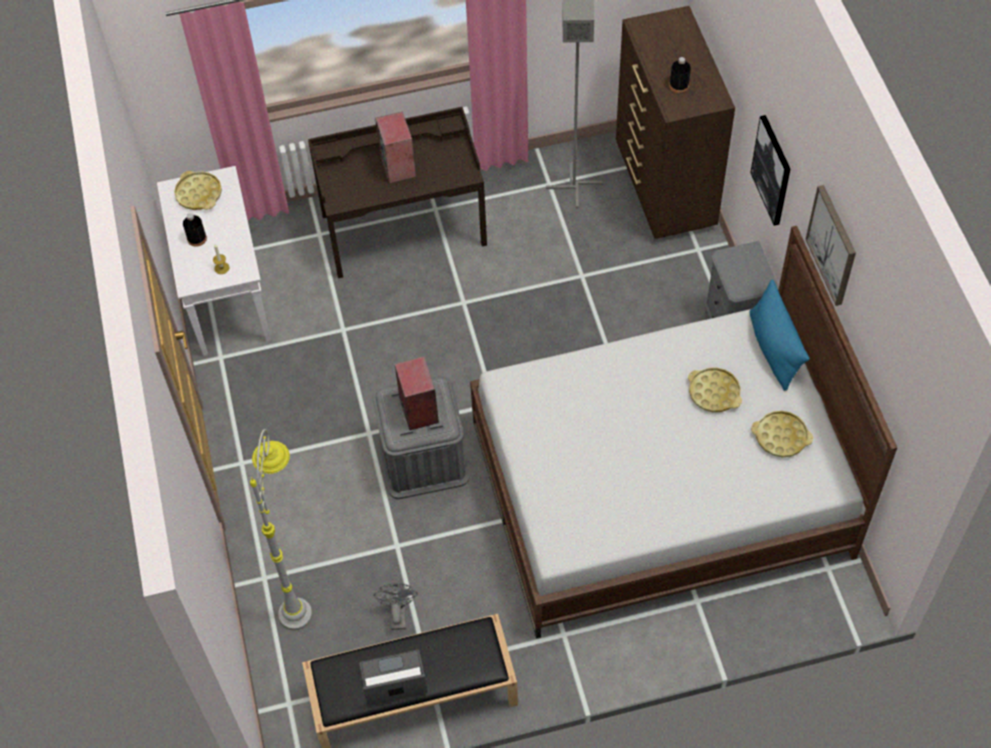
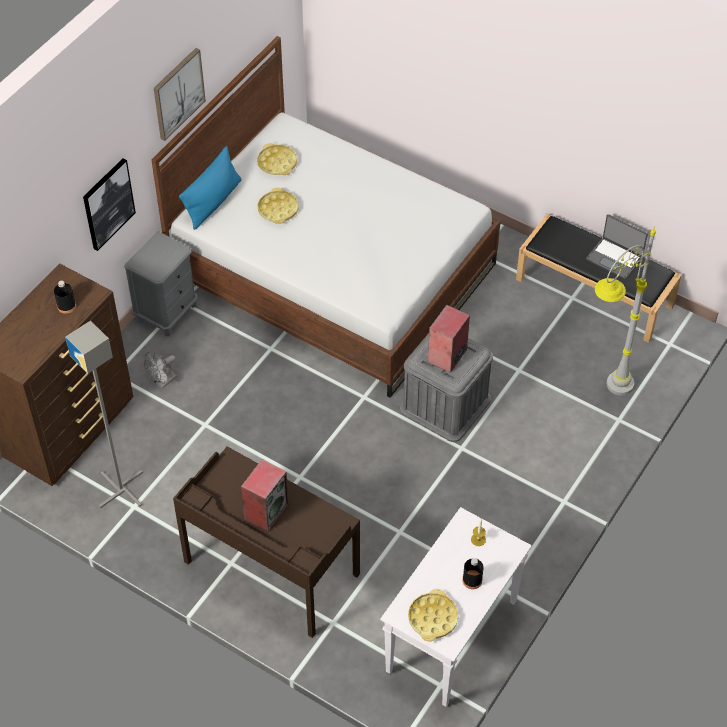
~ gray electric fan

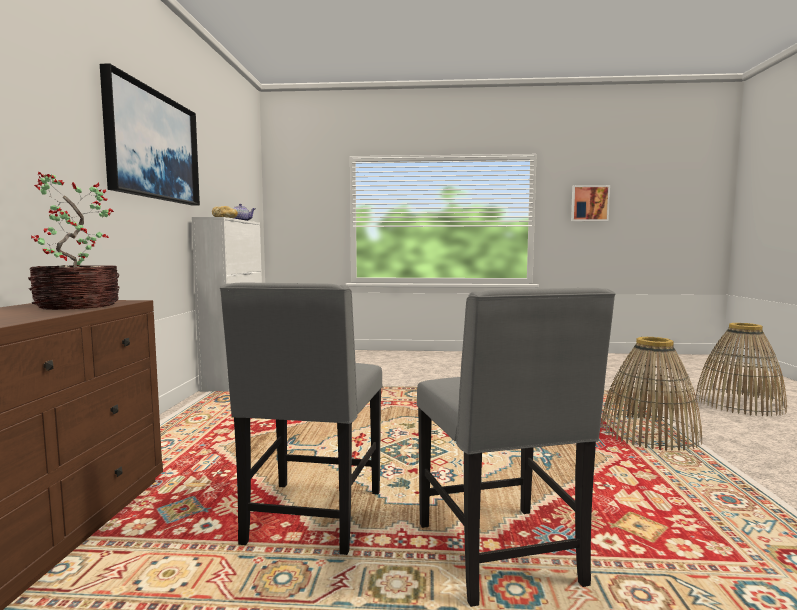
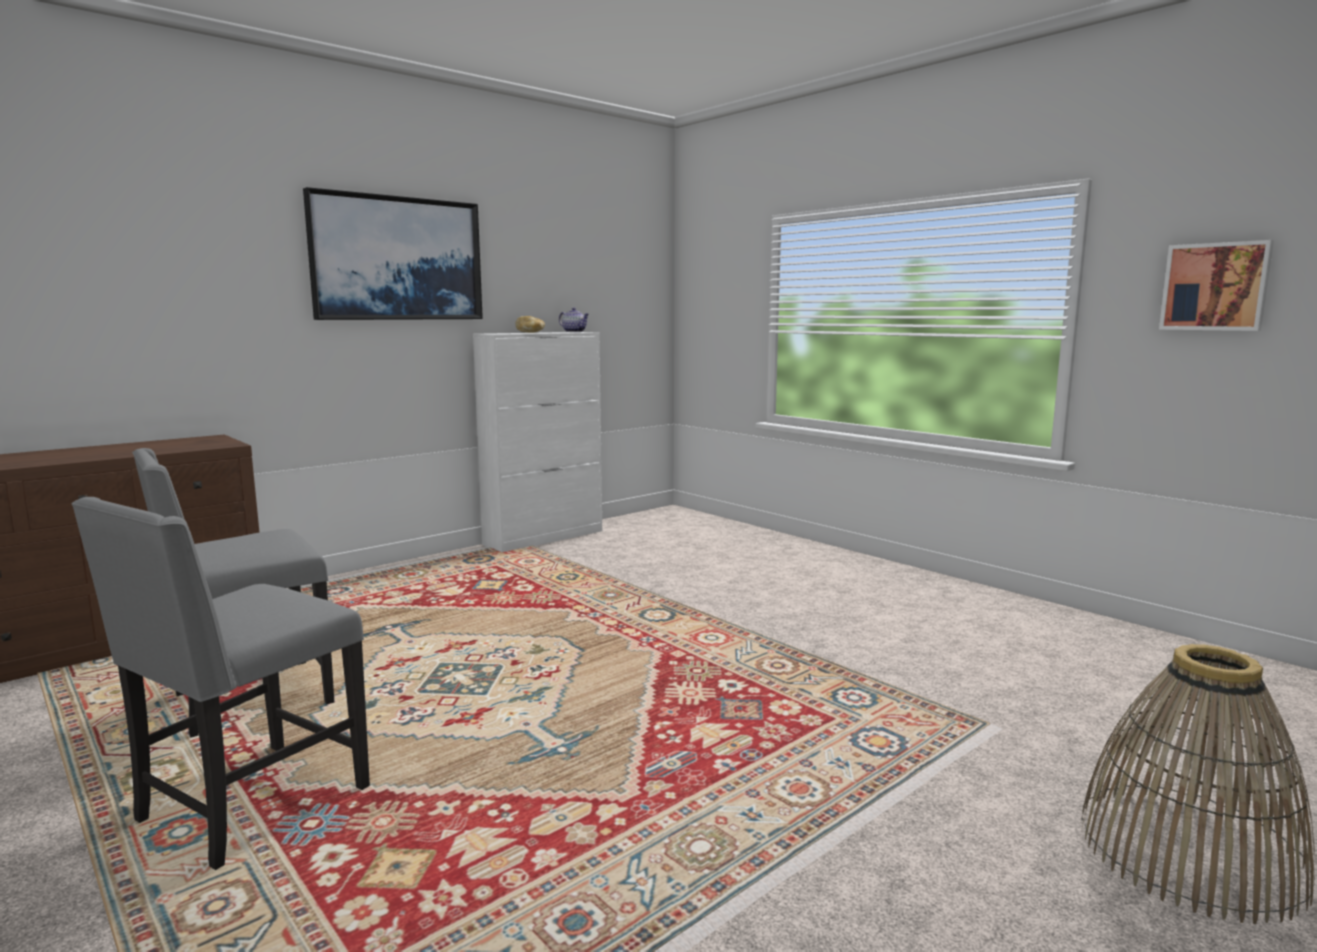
- potted plant
- basket (no. 1 from left)

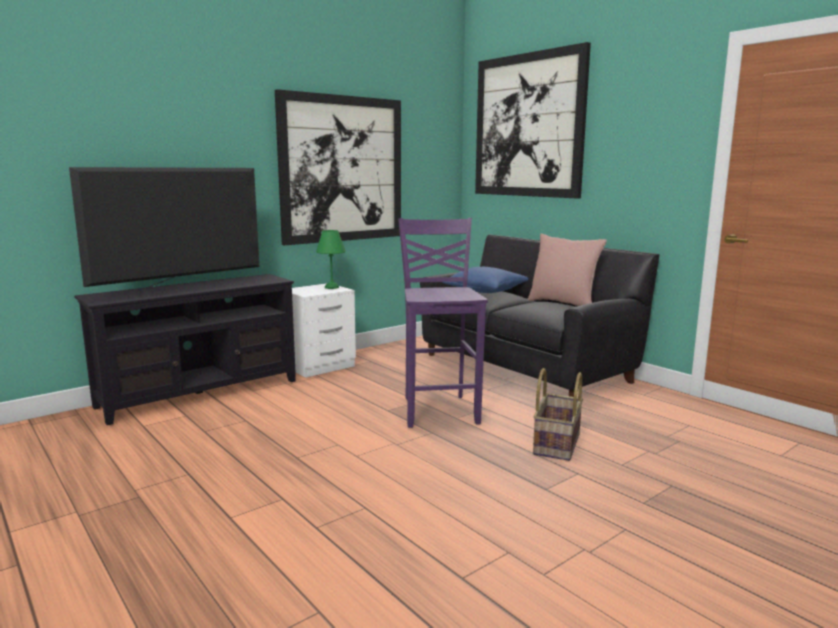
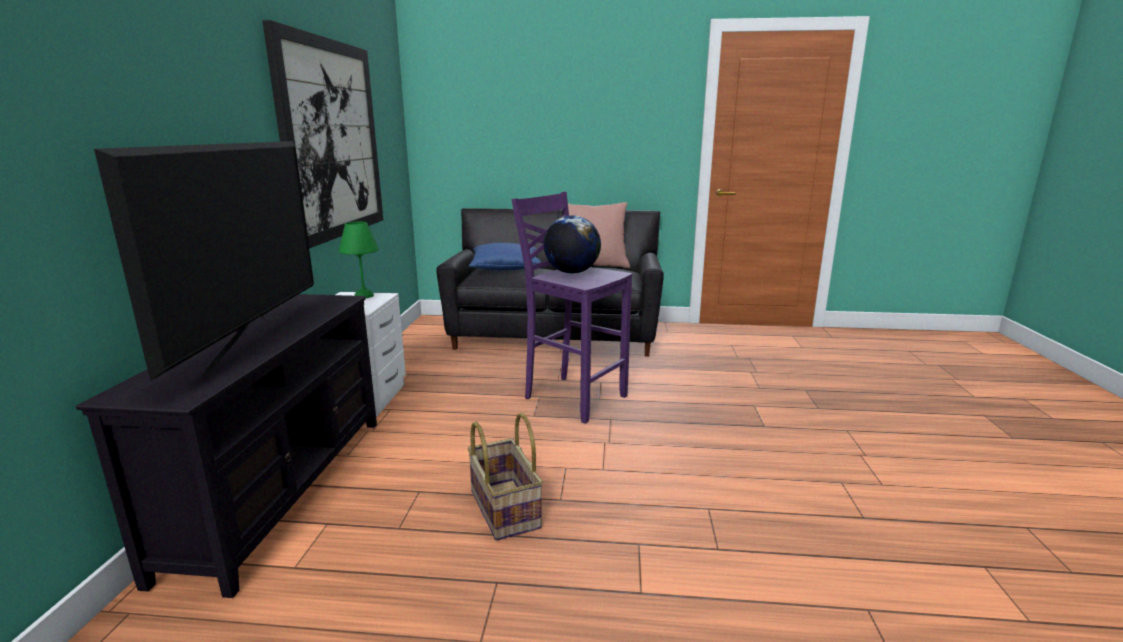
~ basket
+ desk globe
- wall art (no. 2 from left)

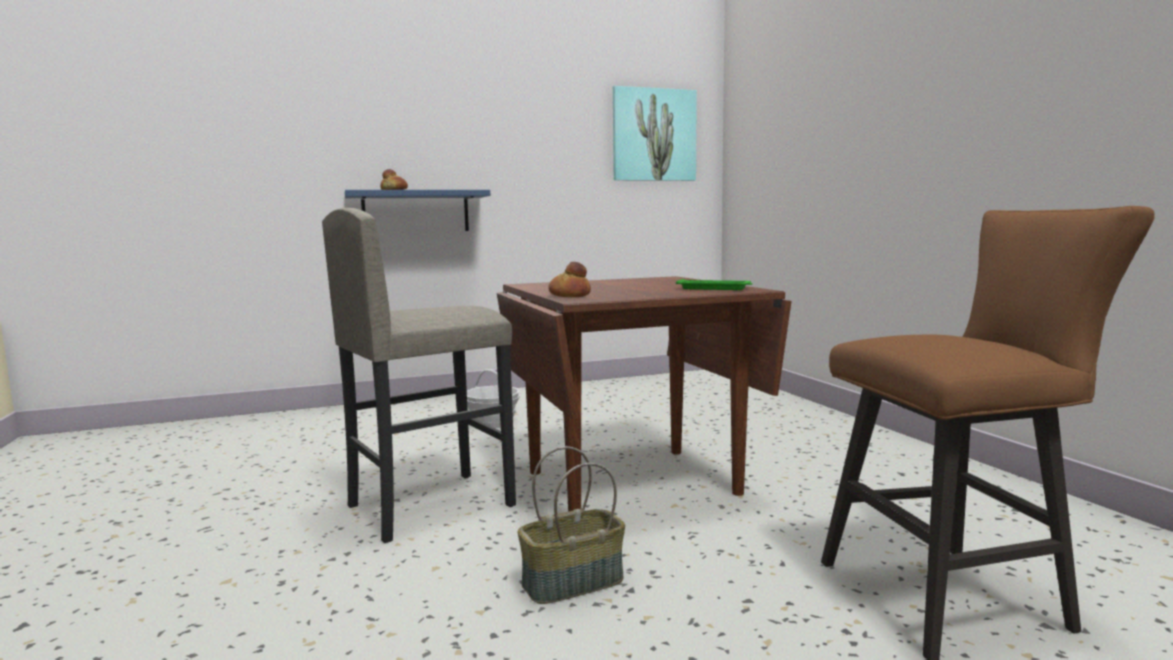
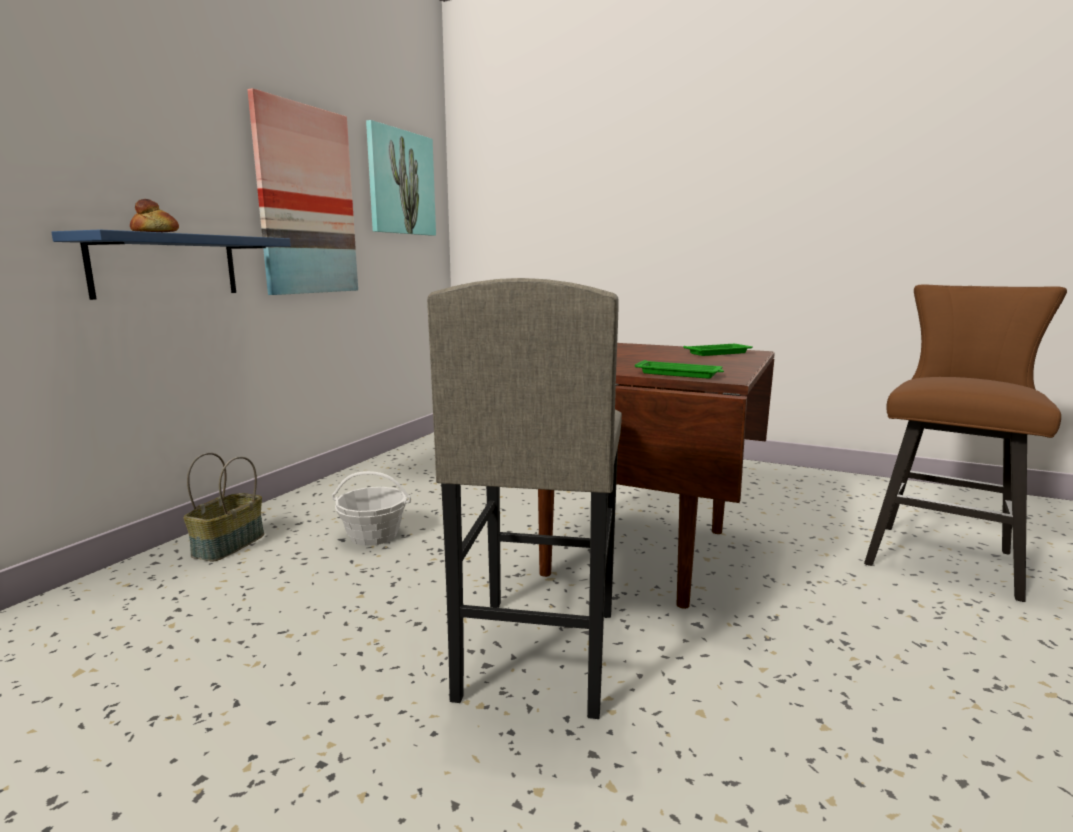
~ basket (no. 2 from left in the first image) to basket (no. 1 from left)
+ wall art (no. 1 from left)
~ bread (no. 2 from left) to green carrying tray (no. 1 from left)

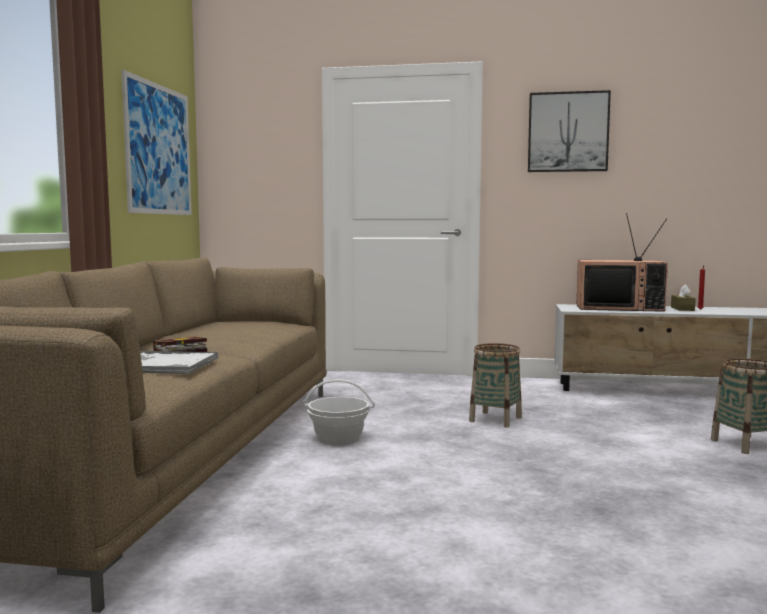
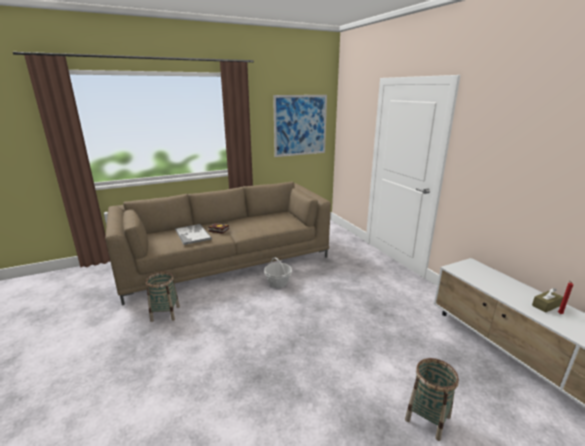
~ basket (no. 2 from left in the first image) to basket (no. 1 from left)
- wall art (no. 2 from left)
- television

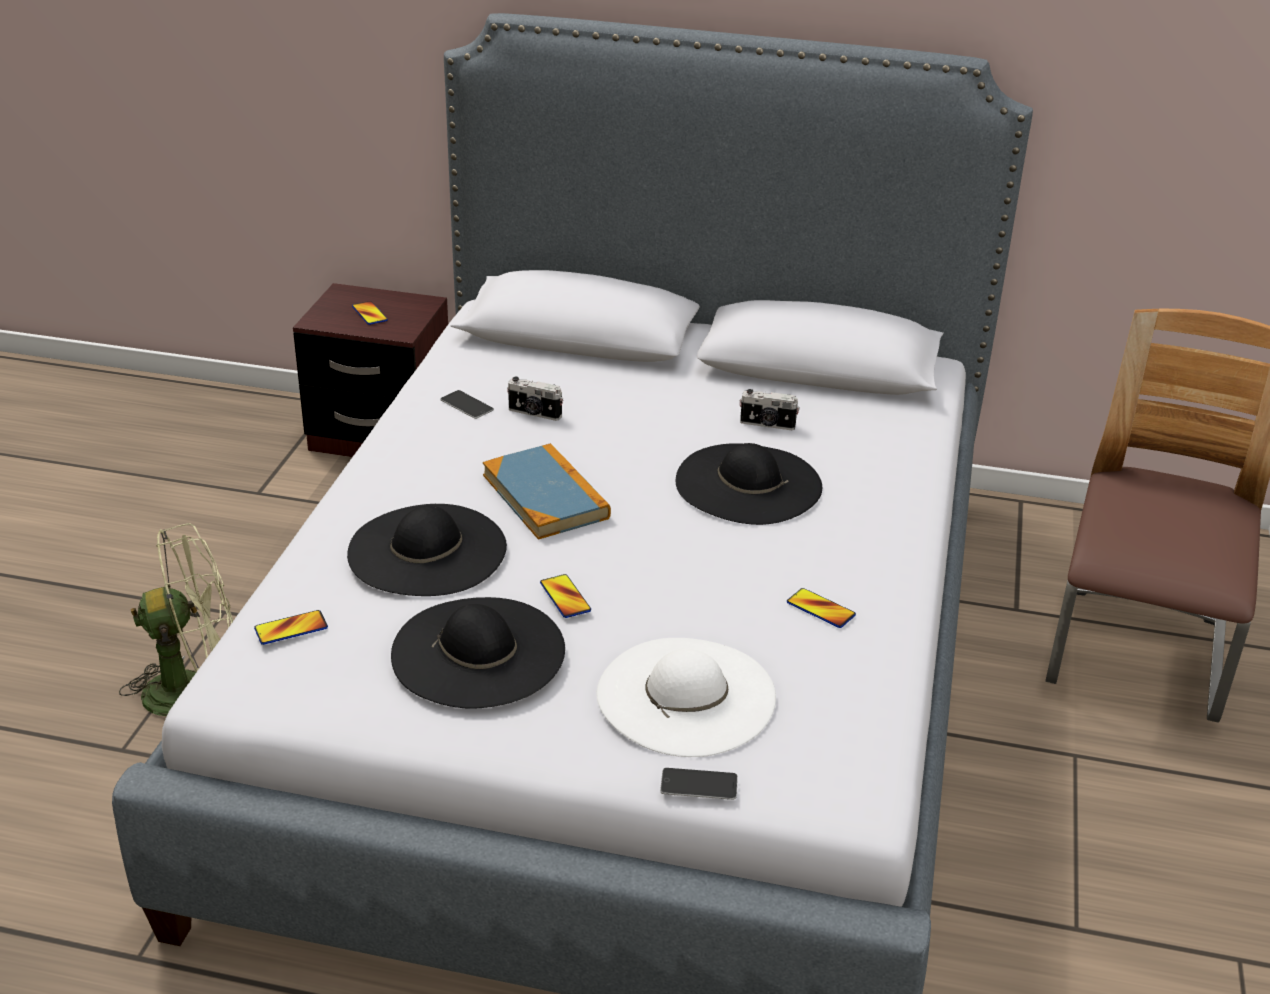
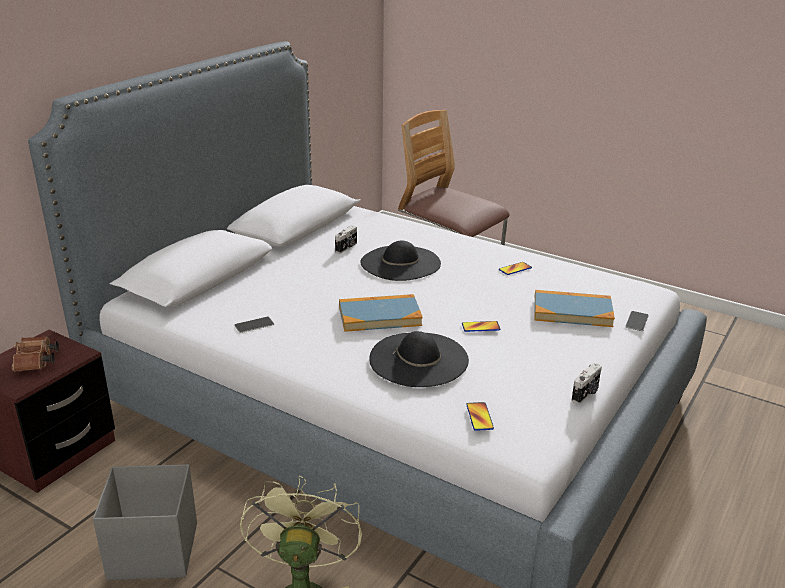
~ handset (no. 2 from left) to brown-coloured binoculars
+ gray storage bin
~ white wearable hat to book (no. 2 from left)
~ still camera (no. 1 from left in the first image) to still camera (no. 2 from left)
- black-coloured wearable hat (no. 2 from left)

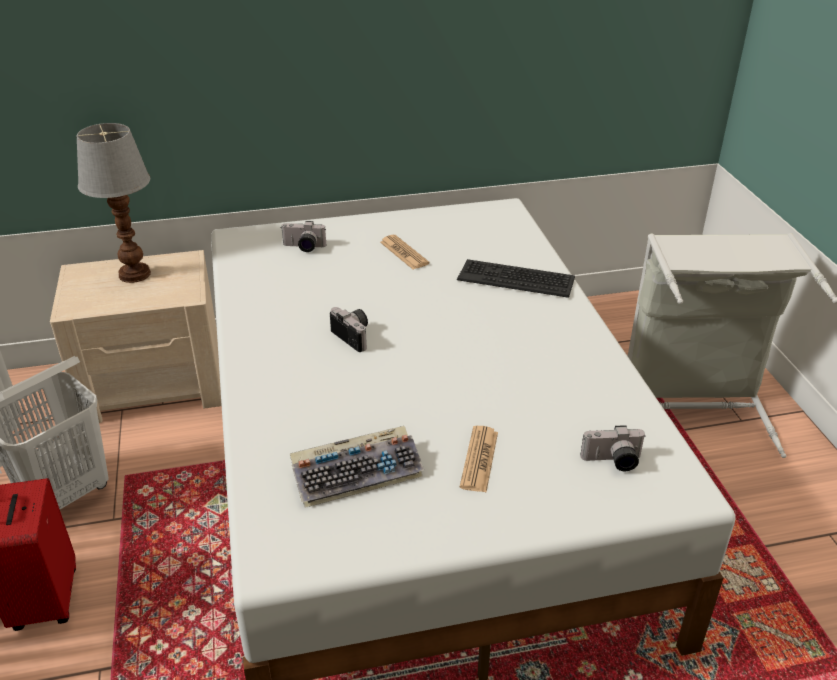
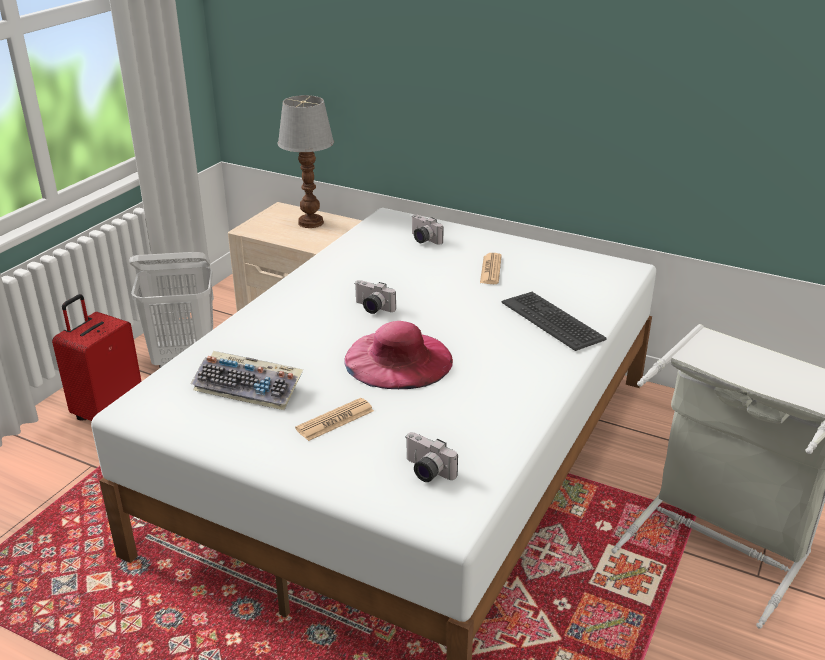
+ pinkish wearable hat
~ still camera (no. 2 from left in the first image) 120 degrees clockwise

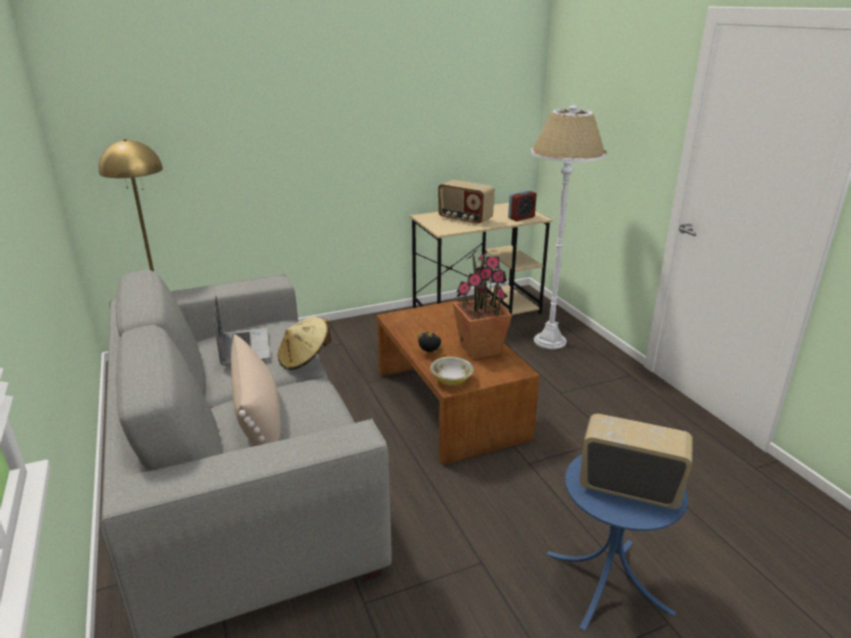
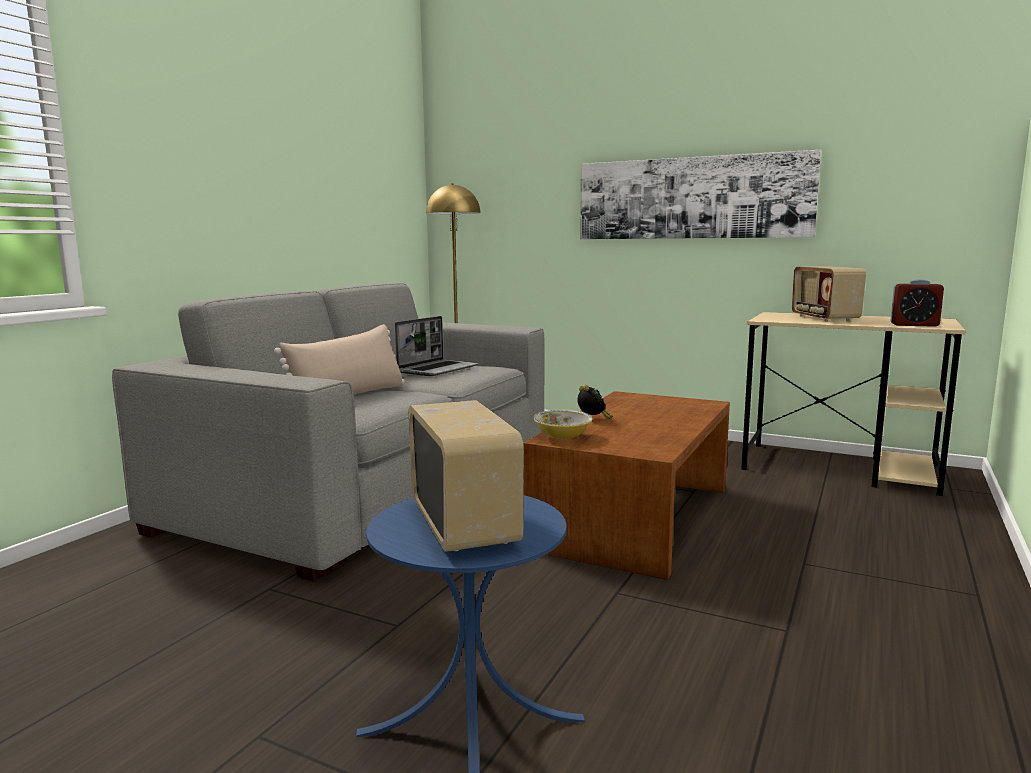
+ wall art
- sand-coloured wearable hat
- potted plant
- white floor lamp

